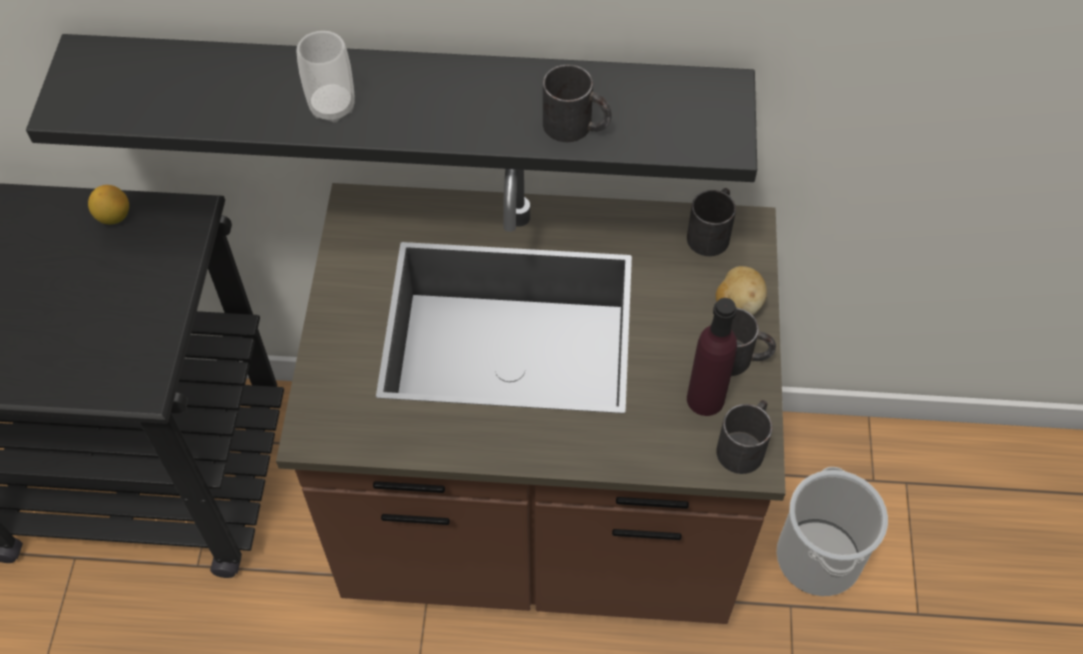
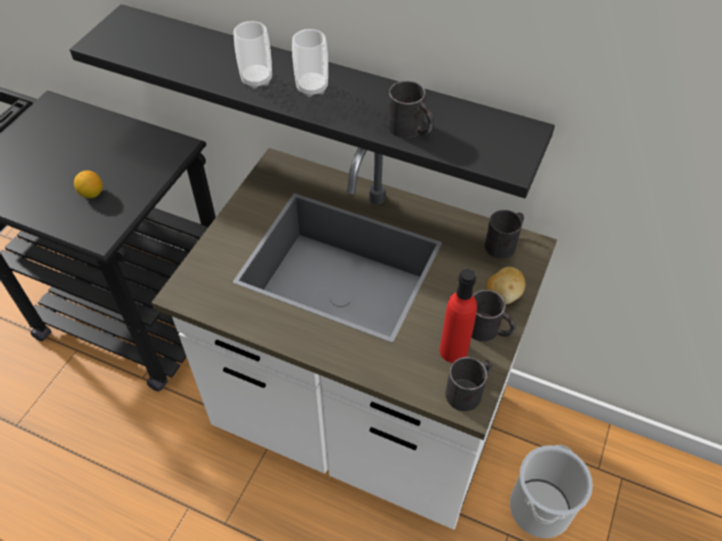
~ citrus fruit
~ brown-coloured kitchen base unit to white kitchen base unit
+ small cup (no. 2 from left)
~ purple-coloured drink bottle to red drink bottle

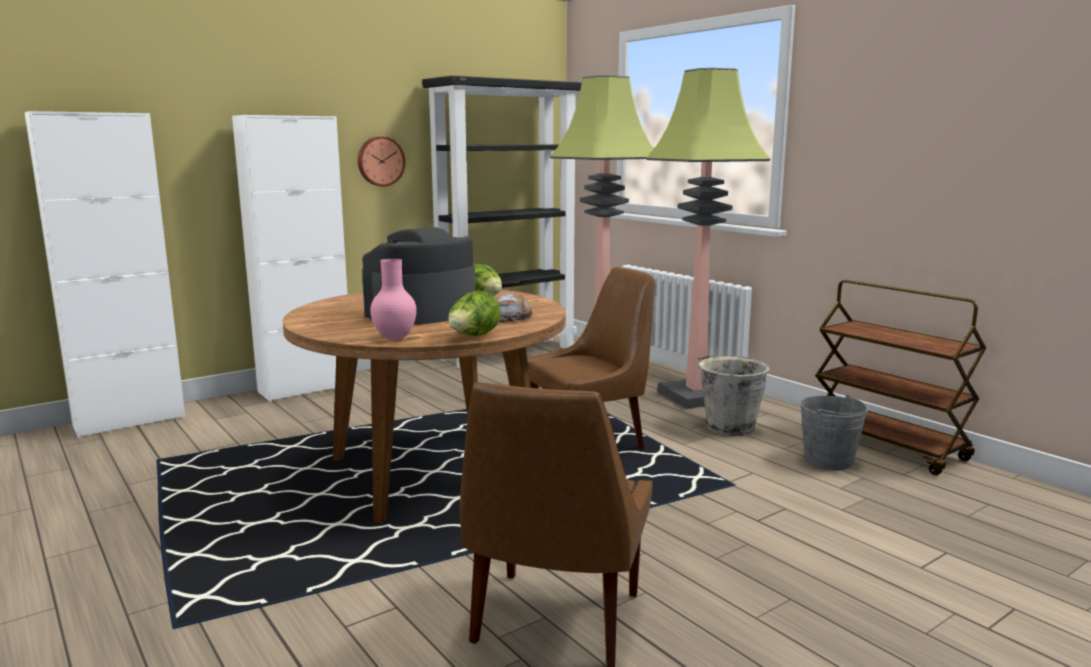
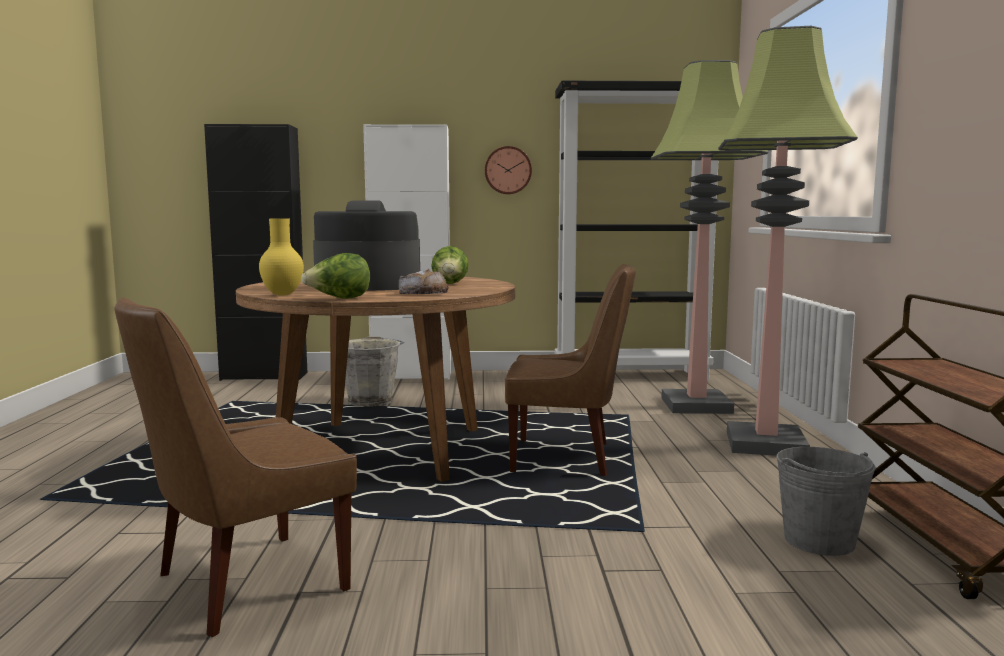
~ white cupboard (no. 1 from left) to black-coloured cupboard
~ pinkish vase to yellow-coloured vase
~ gray water bucket (no. 1 from left)

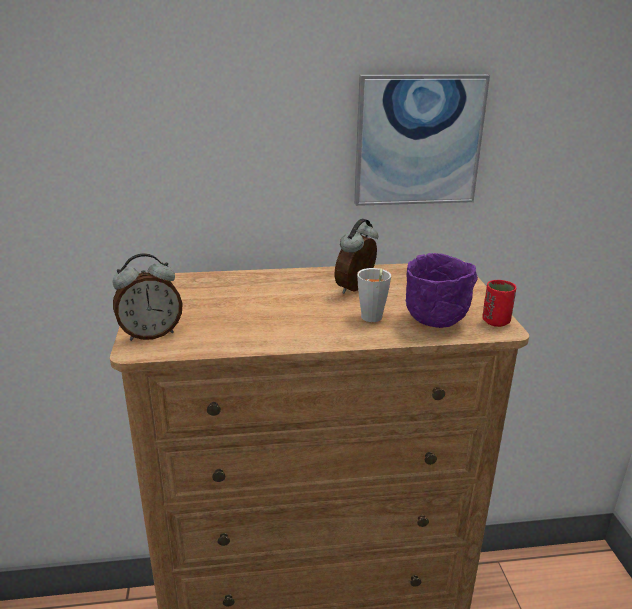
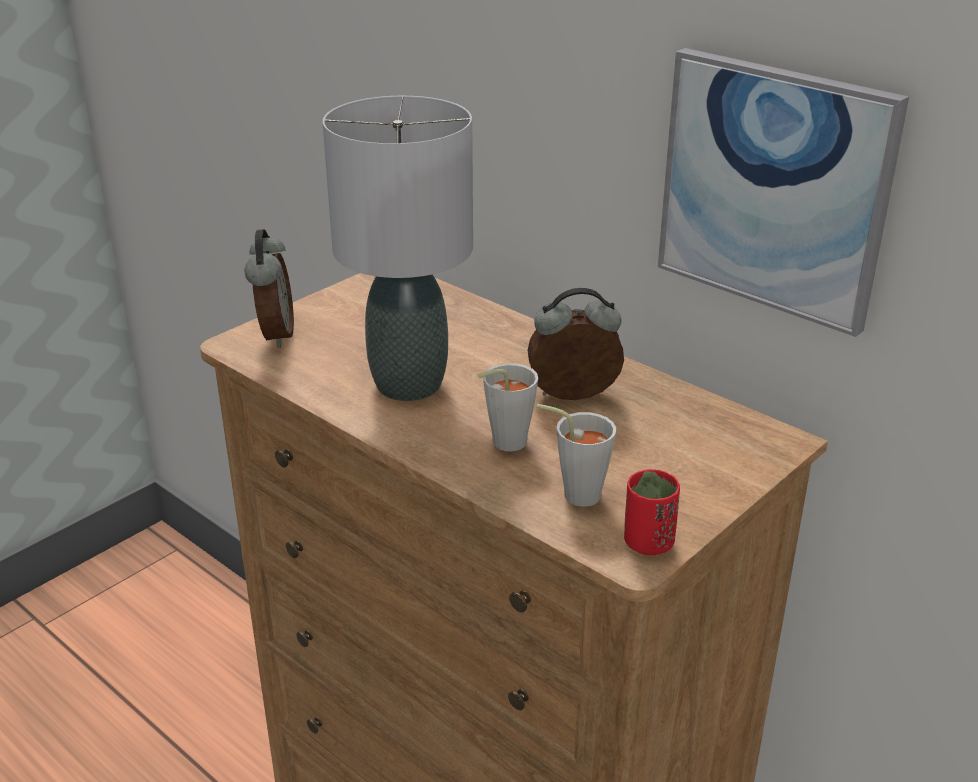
~ bedside clock (no. 1 from left) 120 degrees counterclockwise
+ gray tabletop lamp
~ purple-coloured bowl to gray small cup (no. 2 from left)

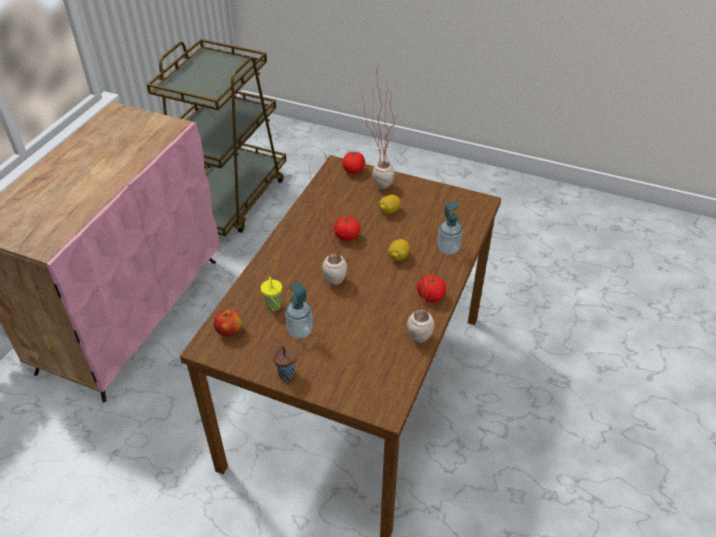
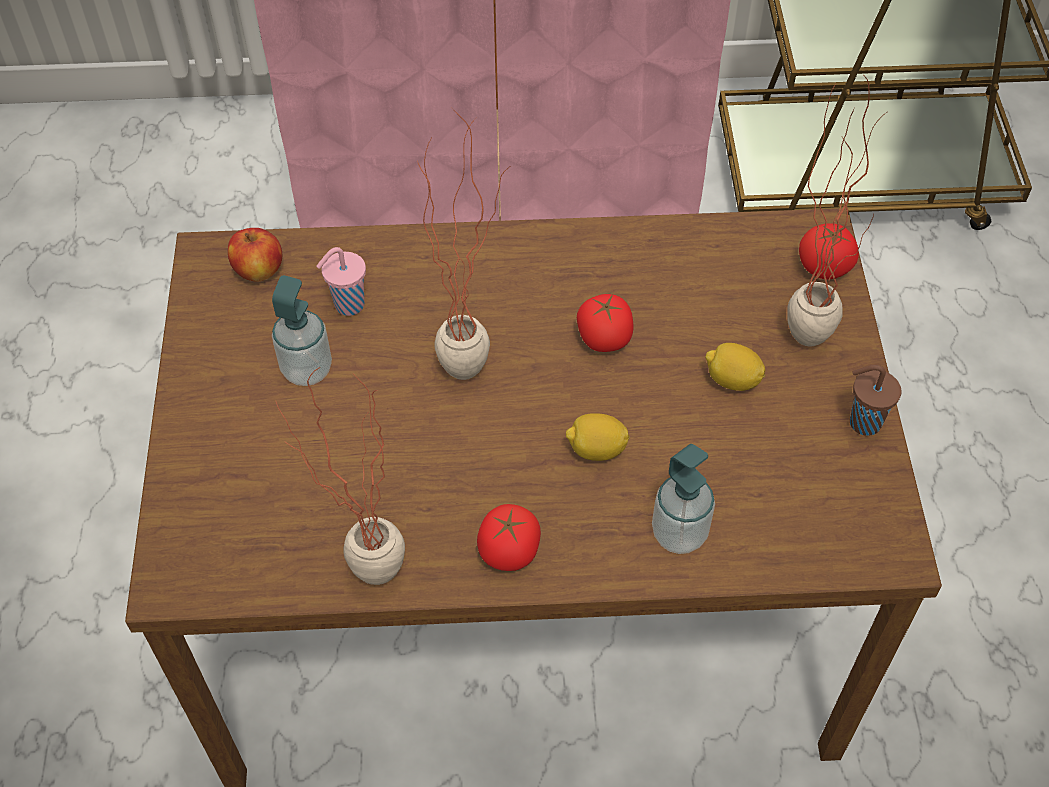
~ yellow-coloured small cup to pinkish small cup
~ brown-coloured small cup

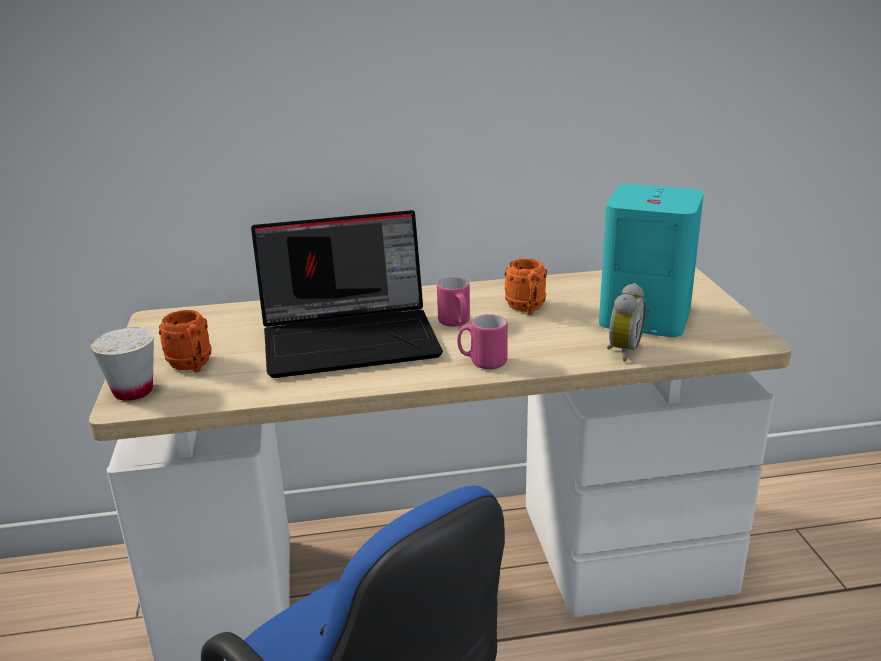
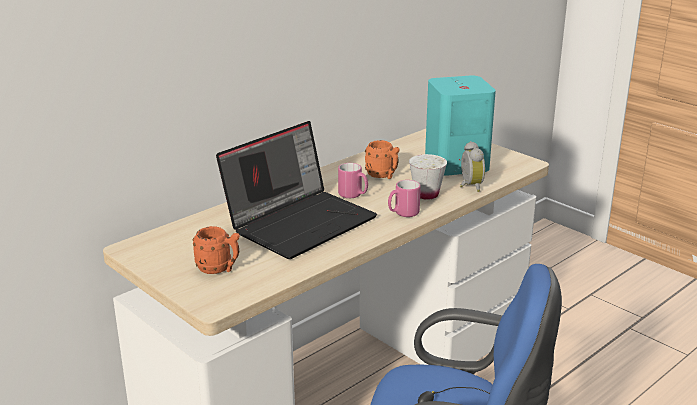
~ white small cup

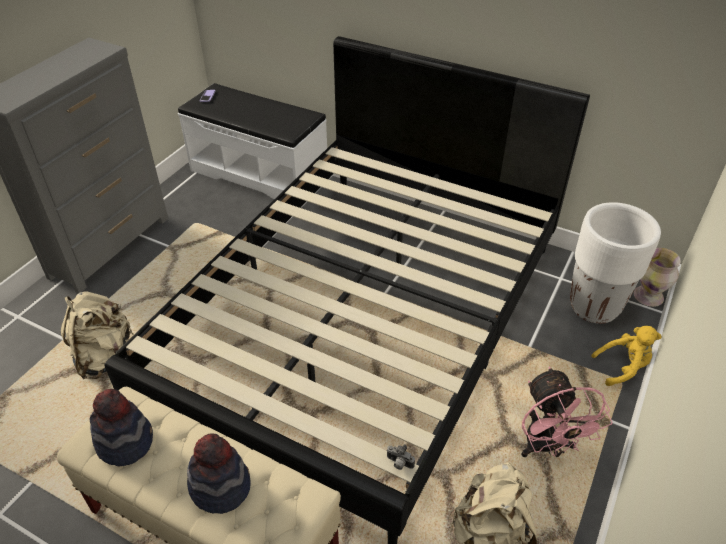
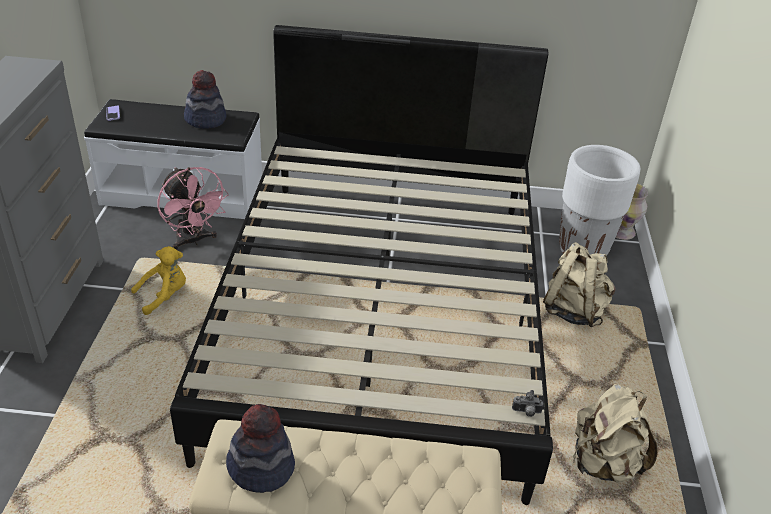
~ yellow-coloured cuddly toy
~ pinkish electric fan
~ wearable hat (no. 2 from left in the first image) to wearable hat (no. 1 from left)
~ sand-coloured backpack (no. 1 from left)

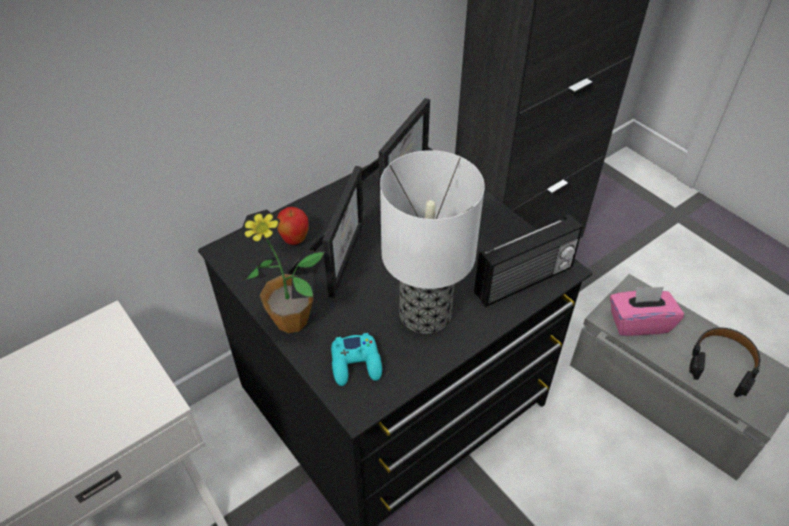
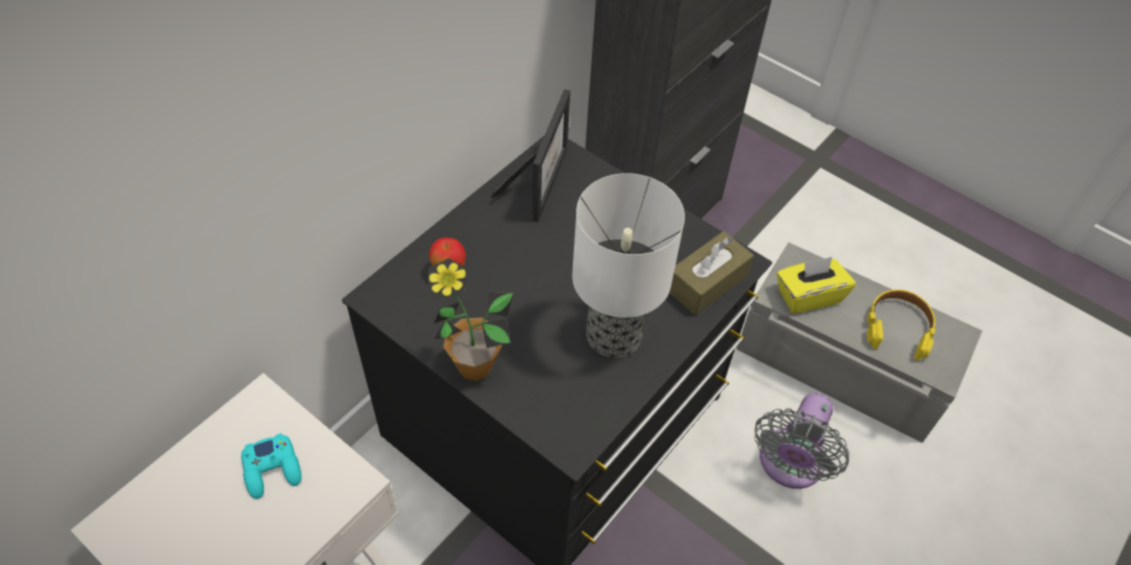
~ turquoise-coloured game controller
~ radio to brown-coloured box of tissues
+ gray electric fan
~ pinkish box of tissues to yellow-coloured box of tissues
~ black-coloured pair of headphones to yellow-coloured pair of headphones
- picture frame (no. 1 from left)

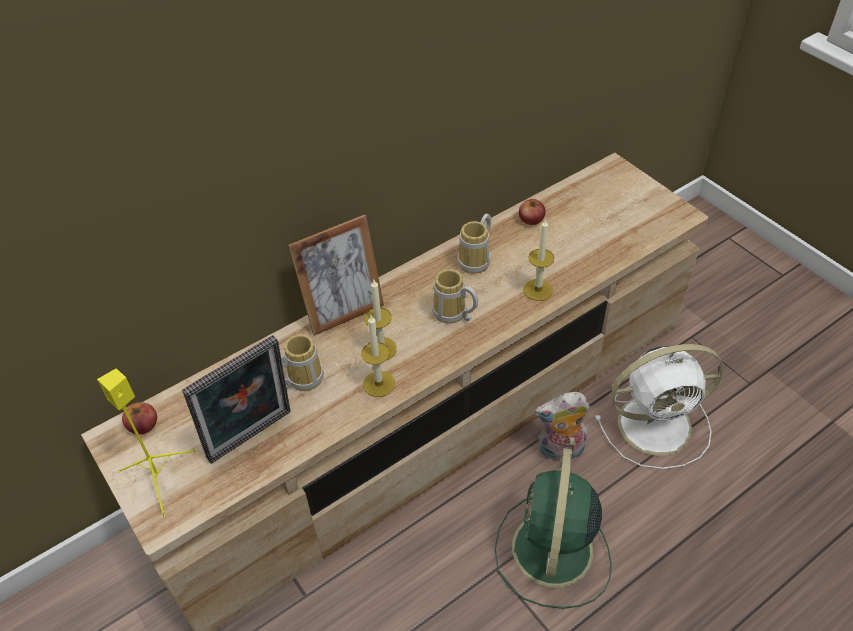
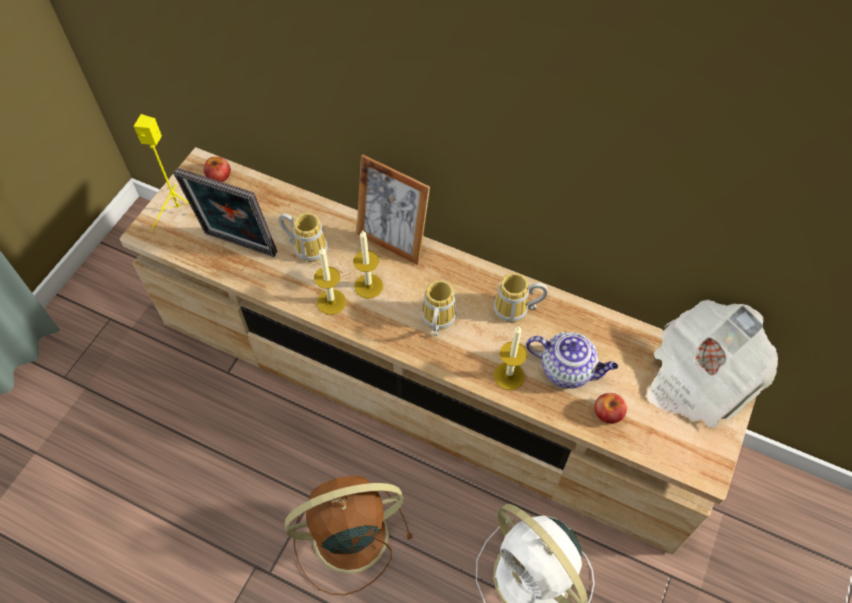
~ green electric fan to brown-coloured electric fan
+ pot for tea
~ whole apple (no. 2 from left)
+ newspaper
- cuddly toy

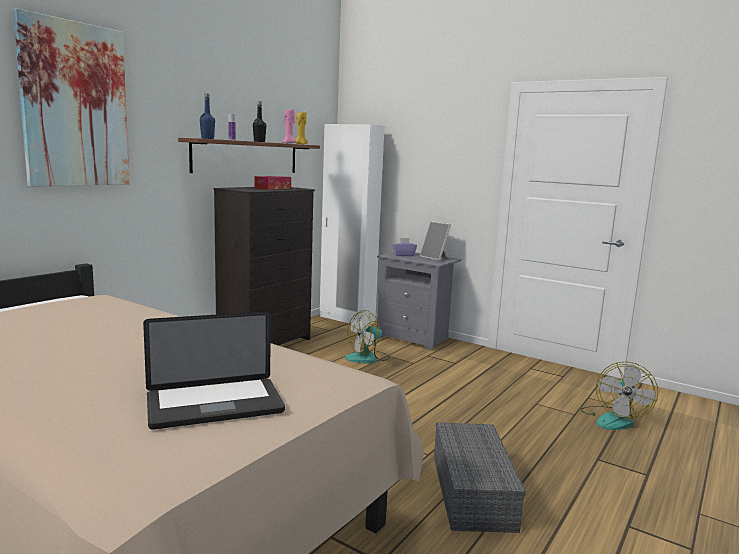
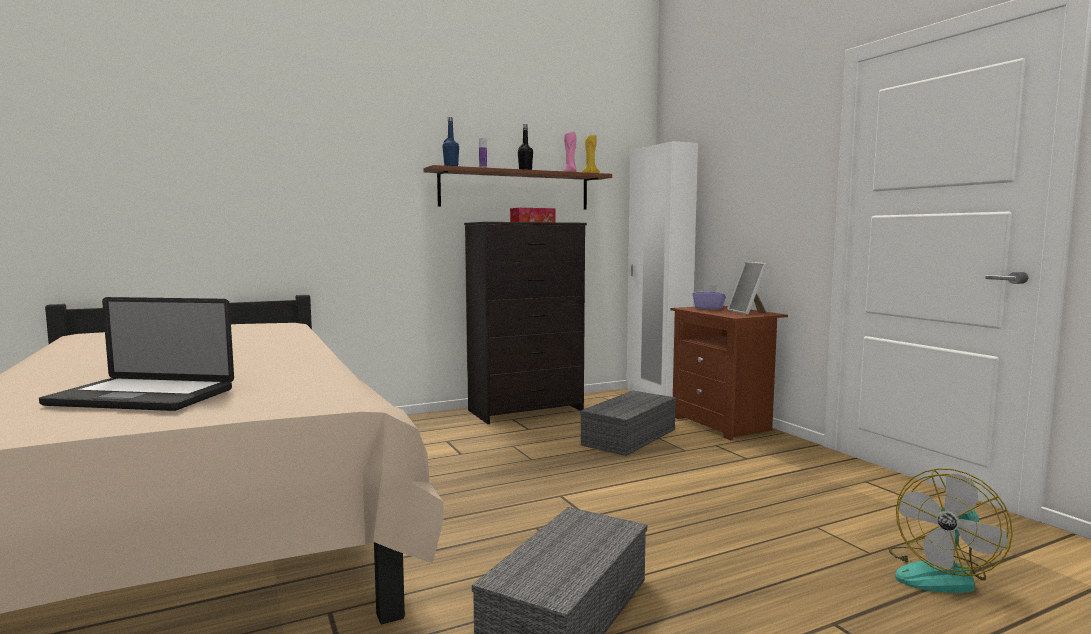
~ electric fan (no. 1 from left) to gray storage bin (no. 2 from left)
~ gray nightstand to brown-coloured nightstand
- wall art

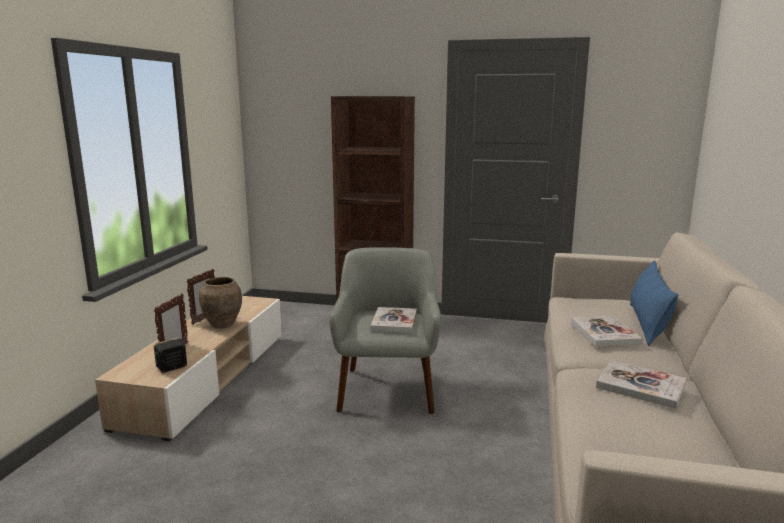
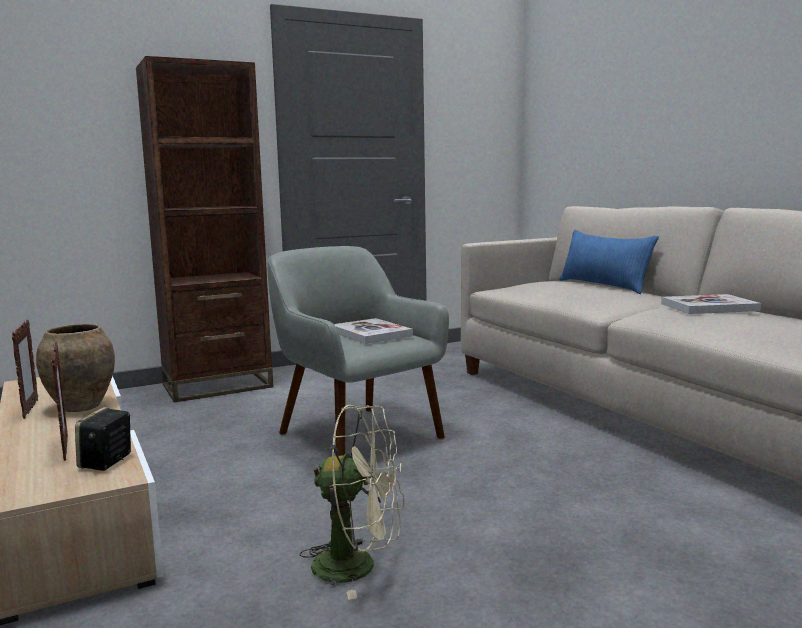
+ sand-coloured electric fan
- book (no. 2 from left)

